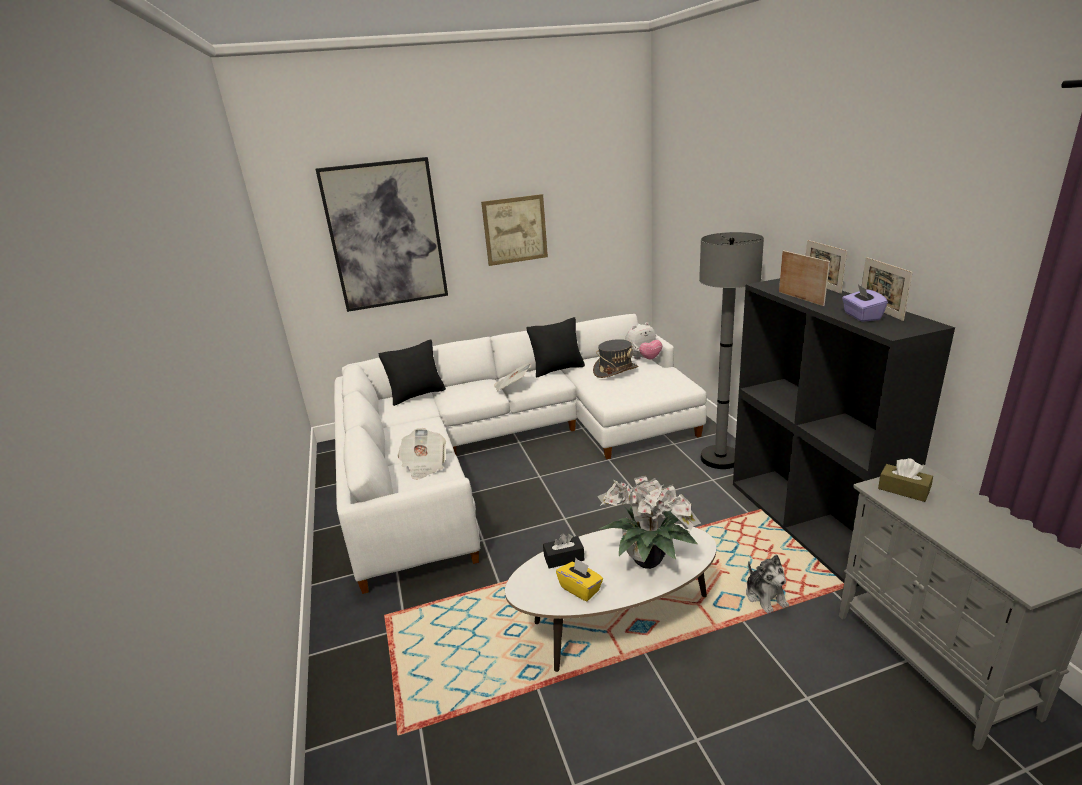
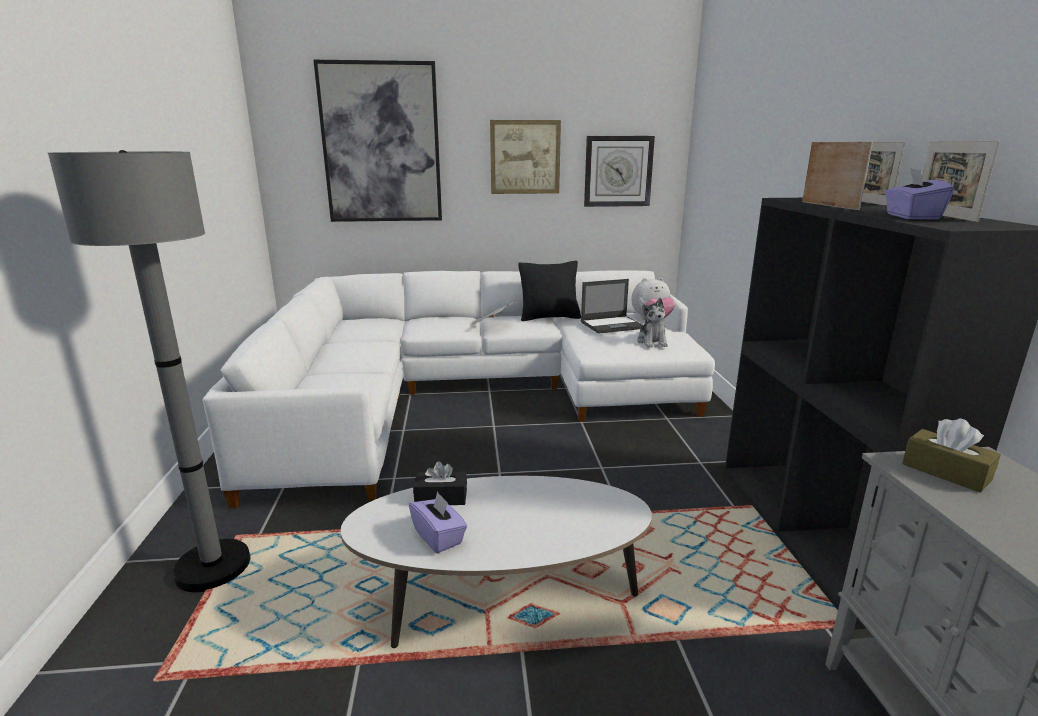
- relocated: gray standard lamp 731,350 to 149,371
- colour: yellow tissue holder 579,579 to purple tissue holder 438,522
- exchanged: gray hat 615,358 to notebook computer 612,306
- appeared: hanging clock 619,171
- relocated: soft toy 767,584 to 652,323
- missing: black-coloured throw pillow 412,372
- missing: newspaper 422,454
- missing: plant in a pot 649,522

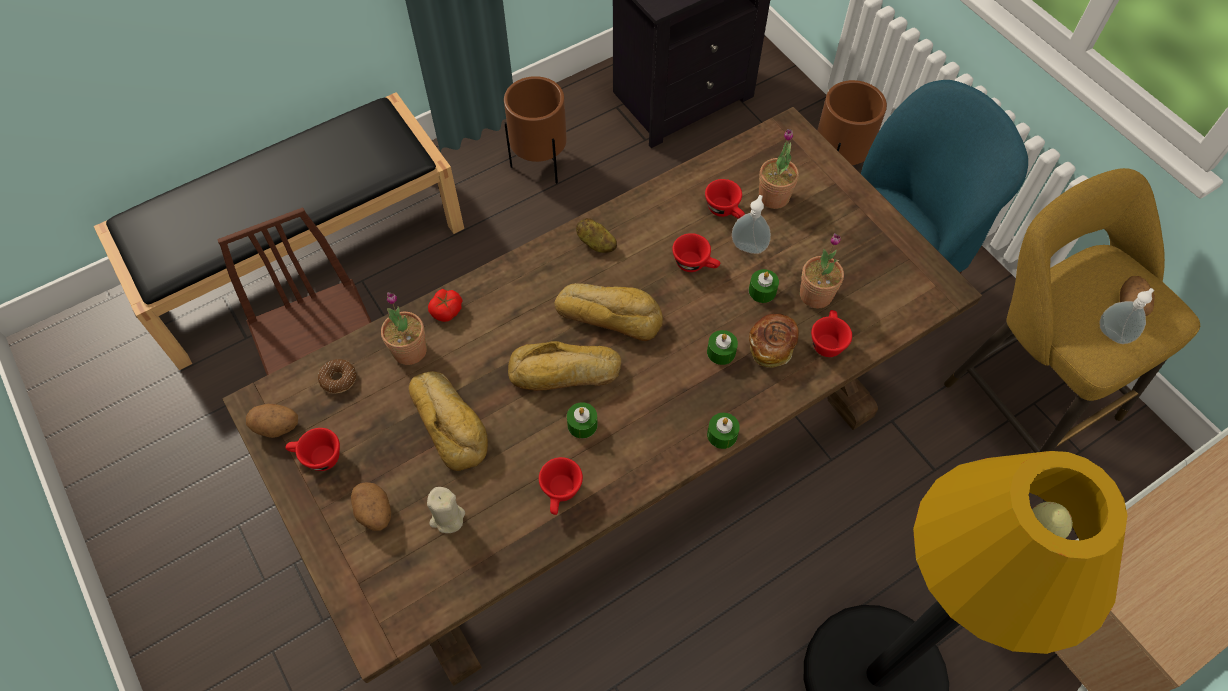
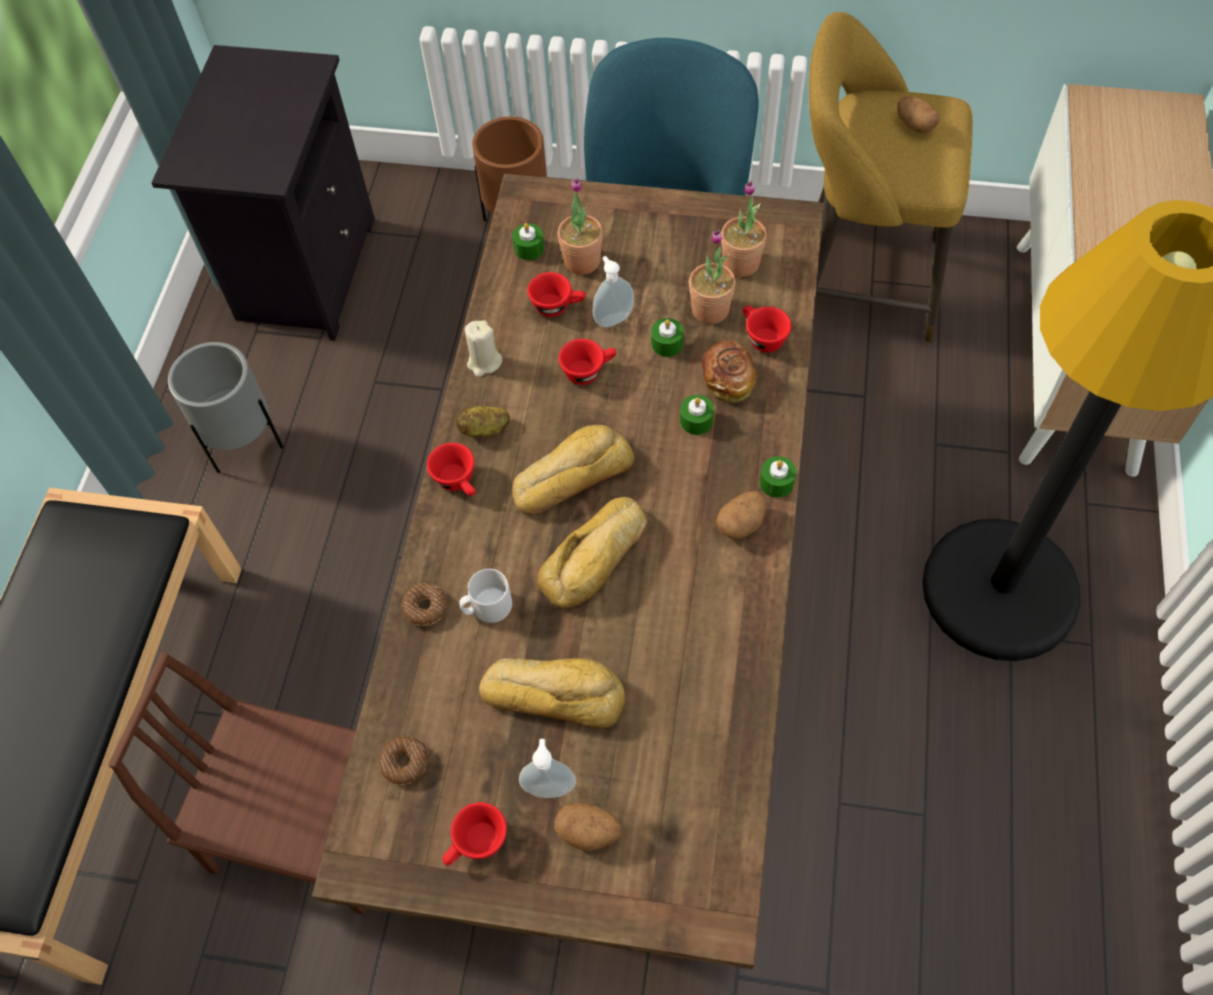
- colour: brownish flower pot 535,130 to gray flower pot 226,407
- exchanged: fresh tomato 445,305 to donut 425,604
- relocated: red-coloured small cup 561,486 to 451,469
- appeared: gray coffee mug 485,596
- relocated: sand-coloured wax candle 446,510 to 483,348
- relocated: greenish wax candle 582,420 to 528,241
- relocated: soap bottle 1127,316 to 547,768
- relocated: potato 272,421 to 741,515
- relocated: plant in a pot 404,328 to 744,229

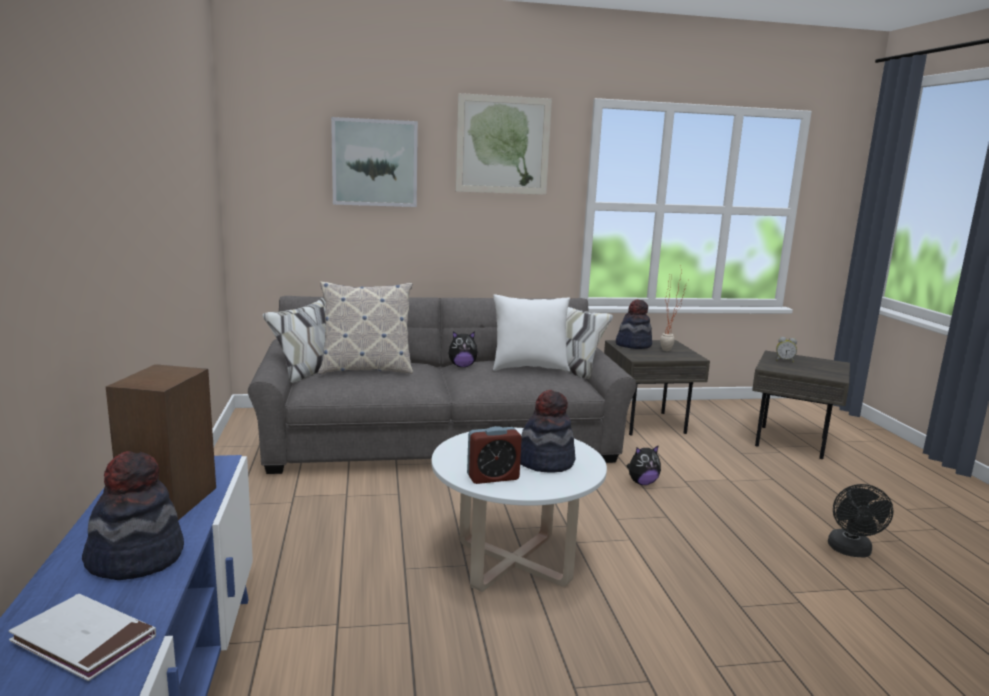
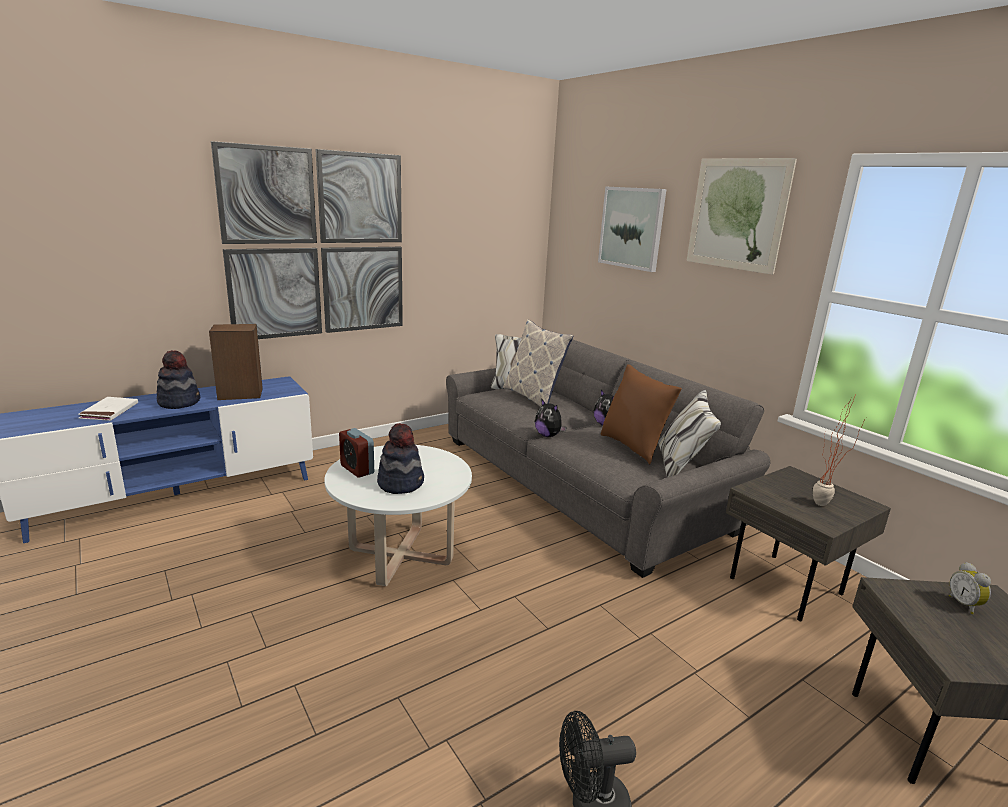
- appeared: picture 307,240
- relocated: soft toy 643,465 to 551,417
- colour: white-coloured throw pillow 531,333 to brownish throw pillow 641,414
- missing: hat 634,324

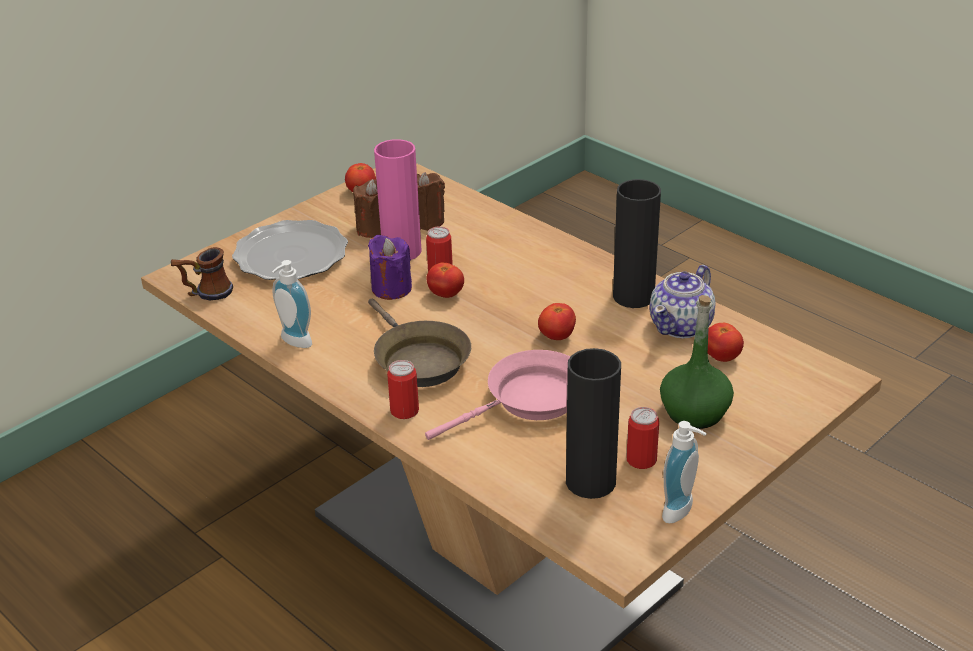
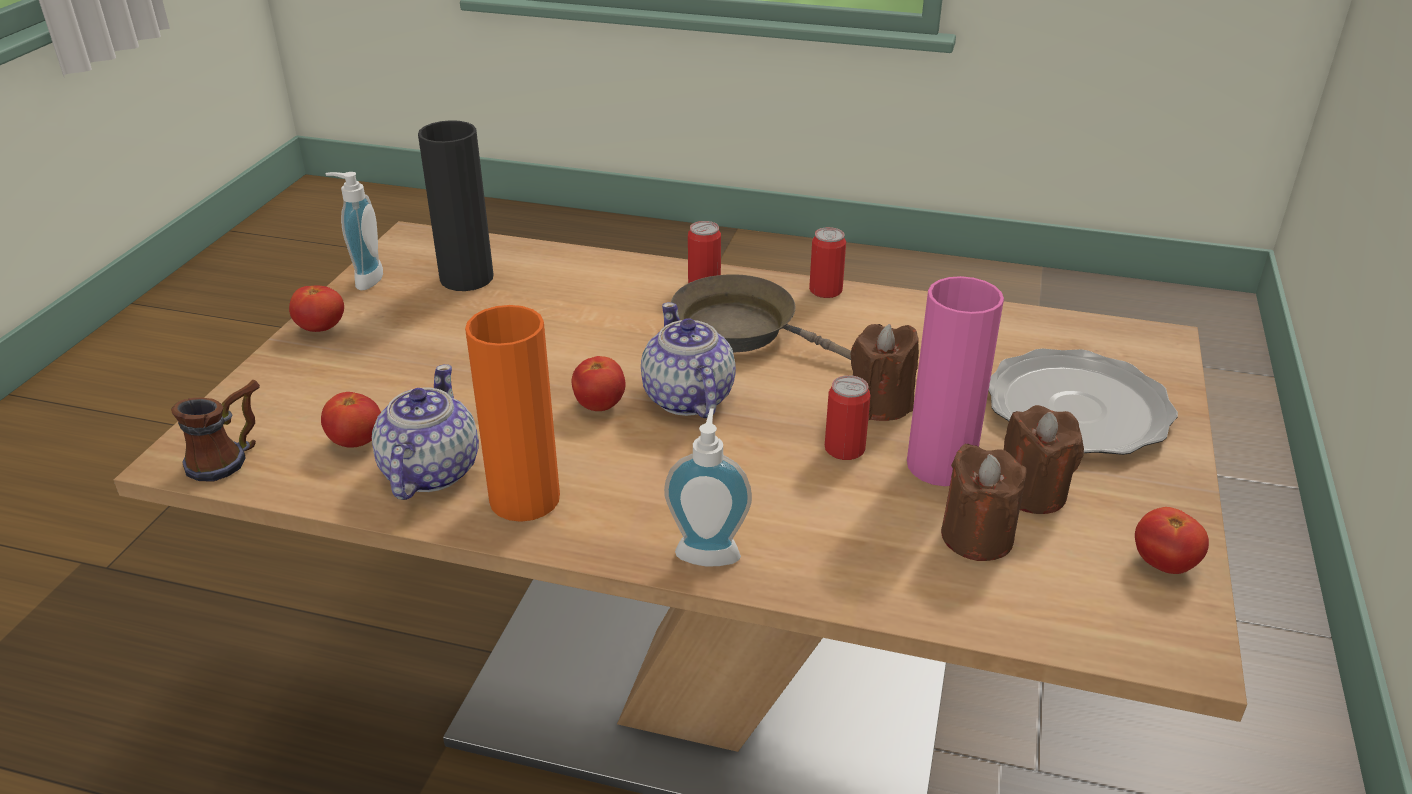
- relocated: coffee mug 202,273 to 215,430
- relocated: fresh tomato 445,280 to 316,308
- colour: black-coloured vase 637,243 to orange vase 512,413
- appeared: teapot 688,360
- relocated: soap bottle 292,304 to 708,487
- relocated: metal can 642,438 to 827,262
- colour: purple wax candle 390,267 to brownish wax candle 884,372
- missing: pinkish pan 497,395
- missing: greenish drink bottle 697,362

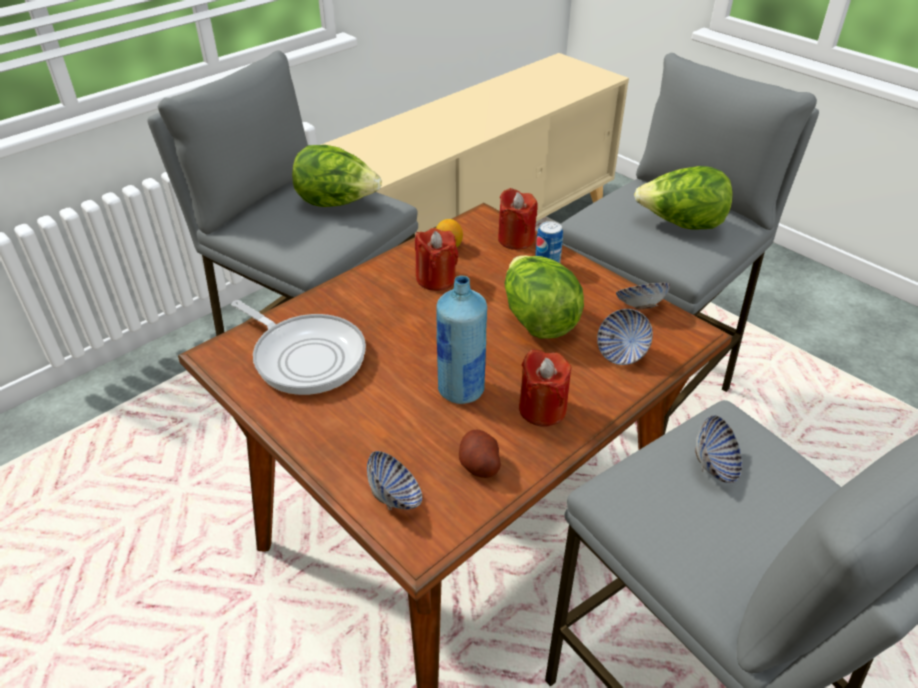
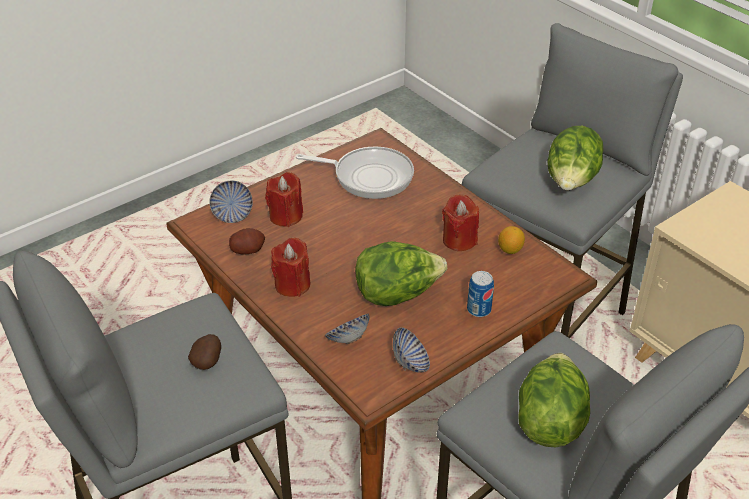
- exchanged: serving bowl 718,449 to potato 204,352
- relocated: red-coloured wax candle 518,219 to 284,199
- spun: pan 298,347 = 355,173 120 degrees counterclockwise
- missing: bluish drink bottle 461,340

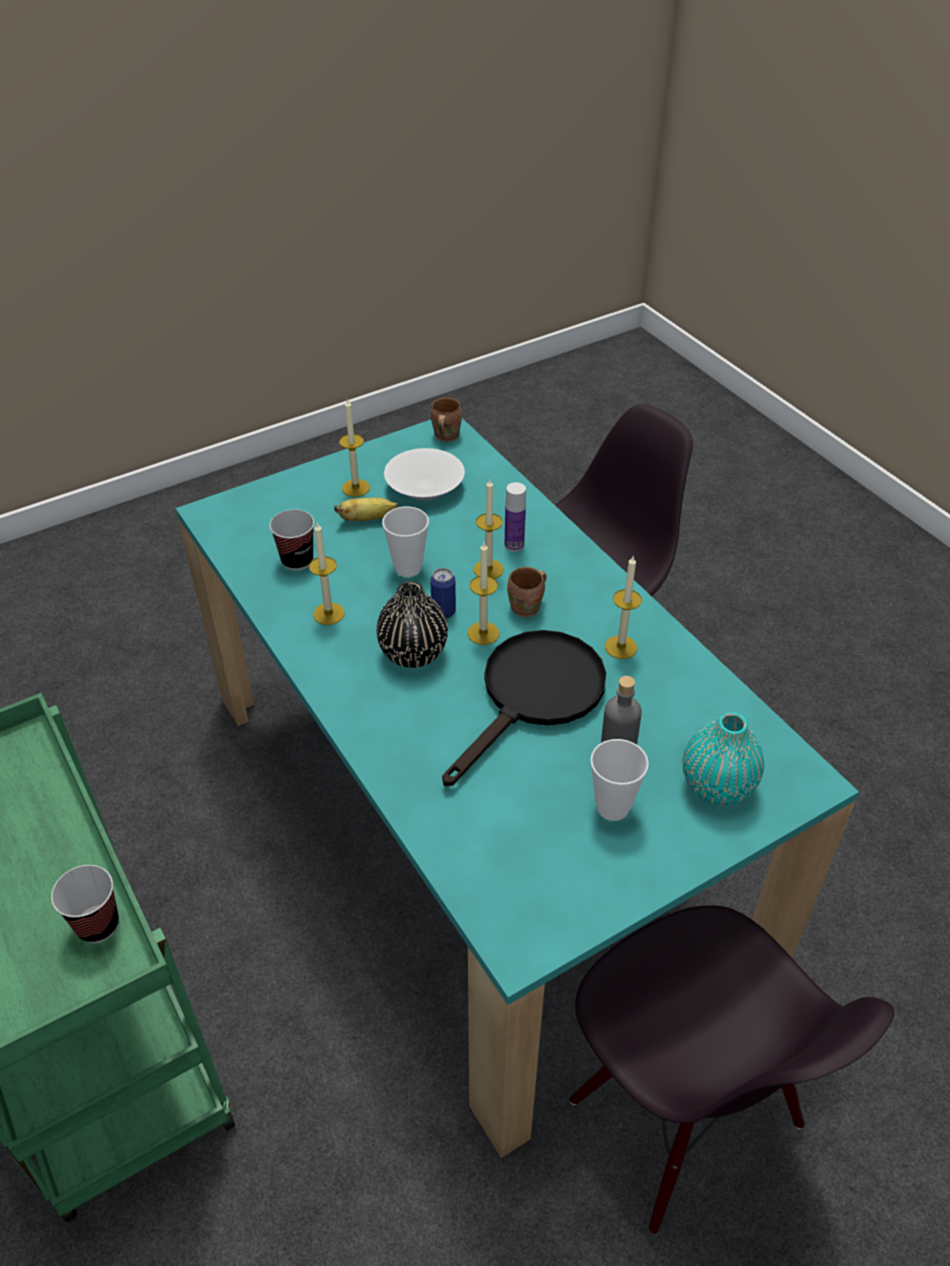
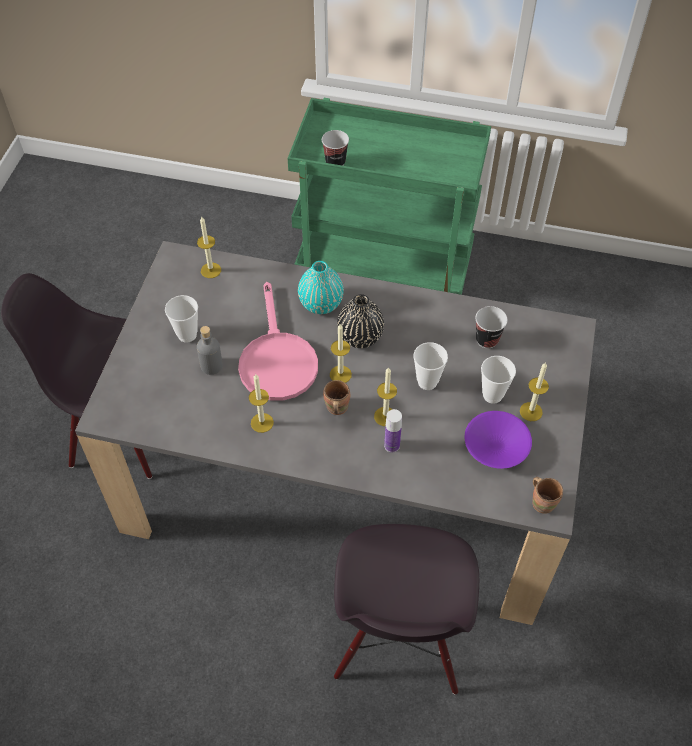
- colour: blue-green kitchen table 517,788 to gray kitchen table 335,433
- relocated: wax candle 327,574 to 209,247
- colour: black-coloured pan 524,708 to pinkish pan 278,341
- relocated: blue-green vase 723,758 to 321,287
- colour: white-coloured serving bowl 424,474 to purple serving bowl 498,440
- exchanged: banana 366,509 to small cup 498,380
- missing: metal can 443,593

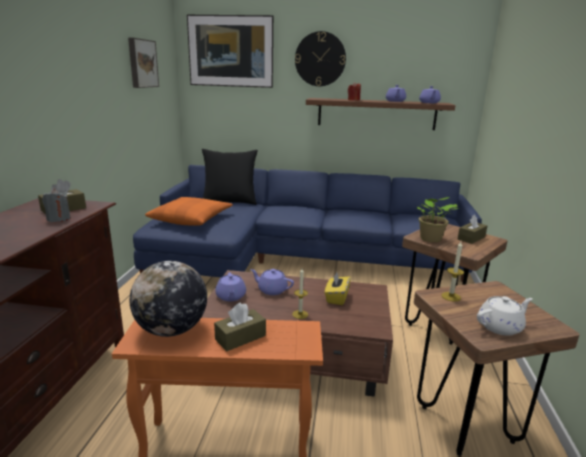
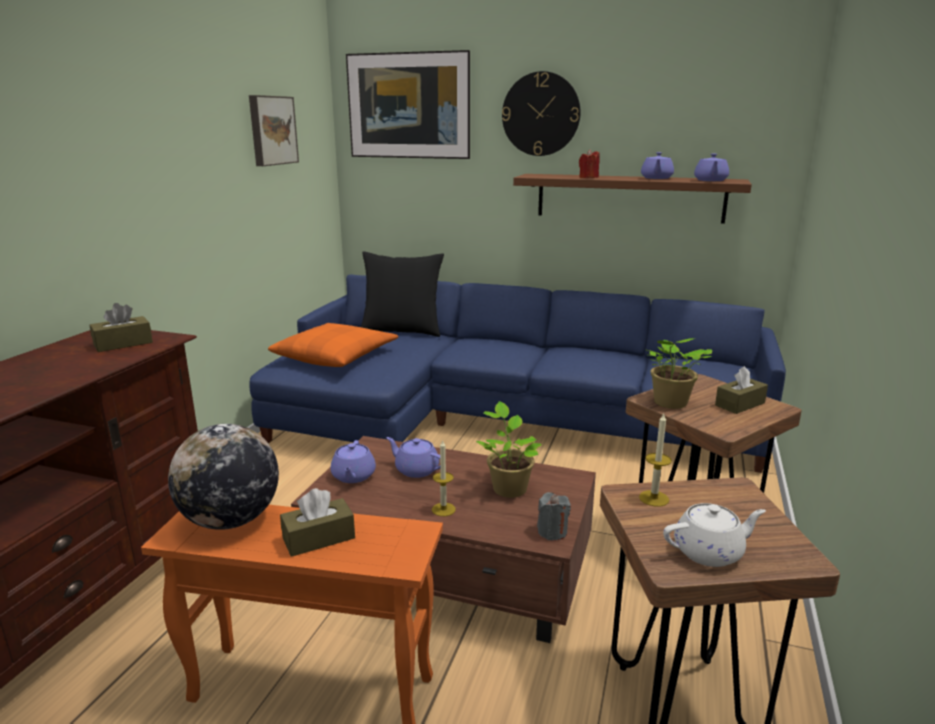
- exchanged: yellow tissue holder 338,288 to plant in a pot 509,449
- relocated: gray wax candle 56,205 to 554,516

